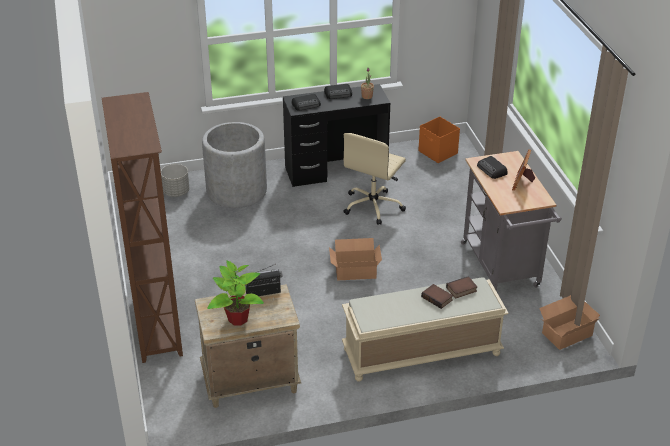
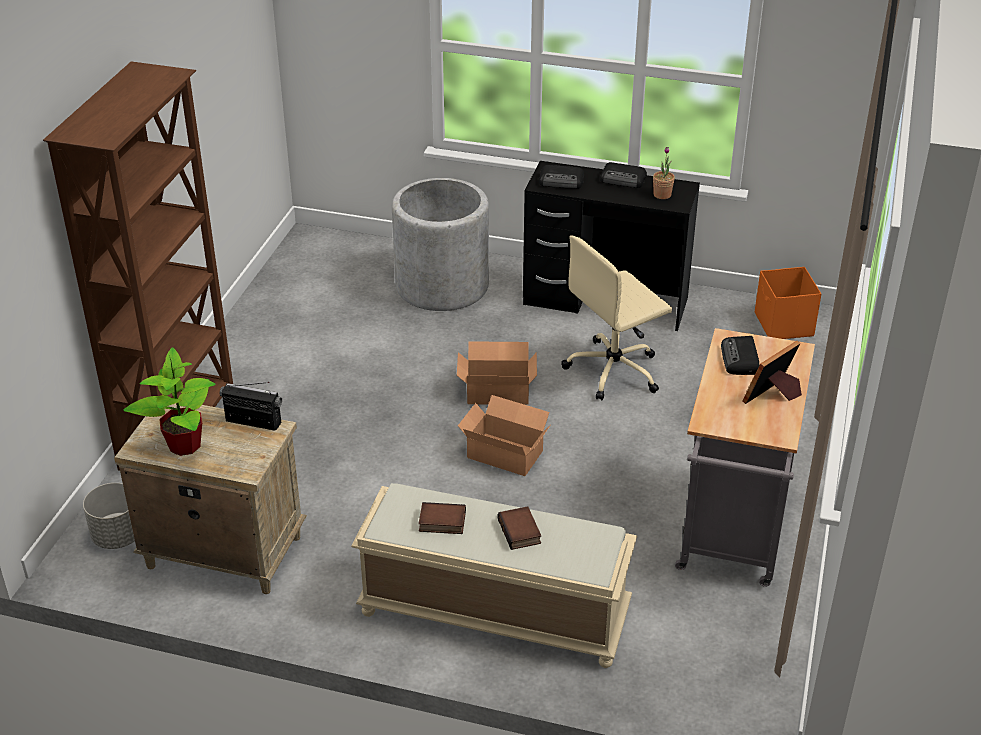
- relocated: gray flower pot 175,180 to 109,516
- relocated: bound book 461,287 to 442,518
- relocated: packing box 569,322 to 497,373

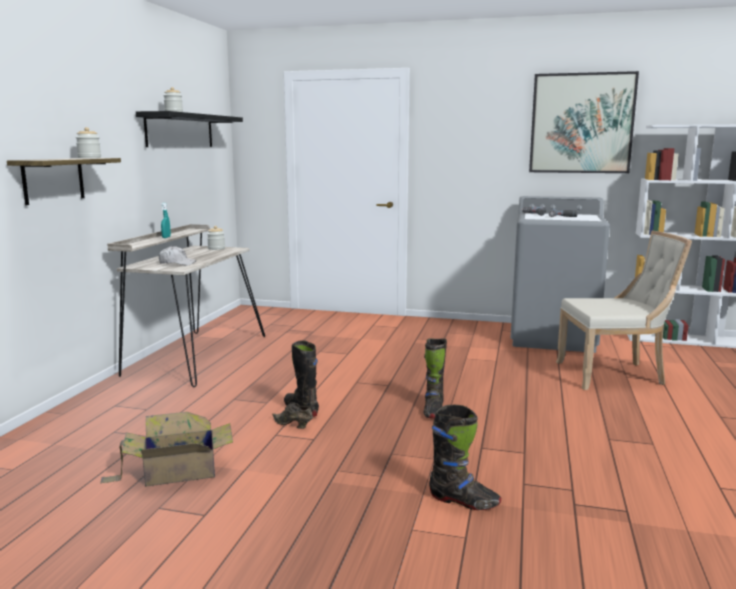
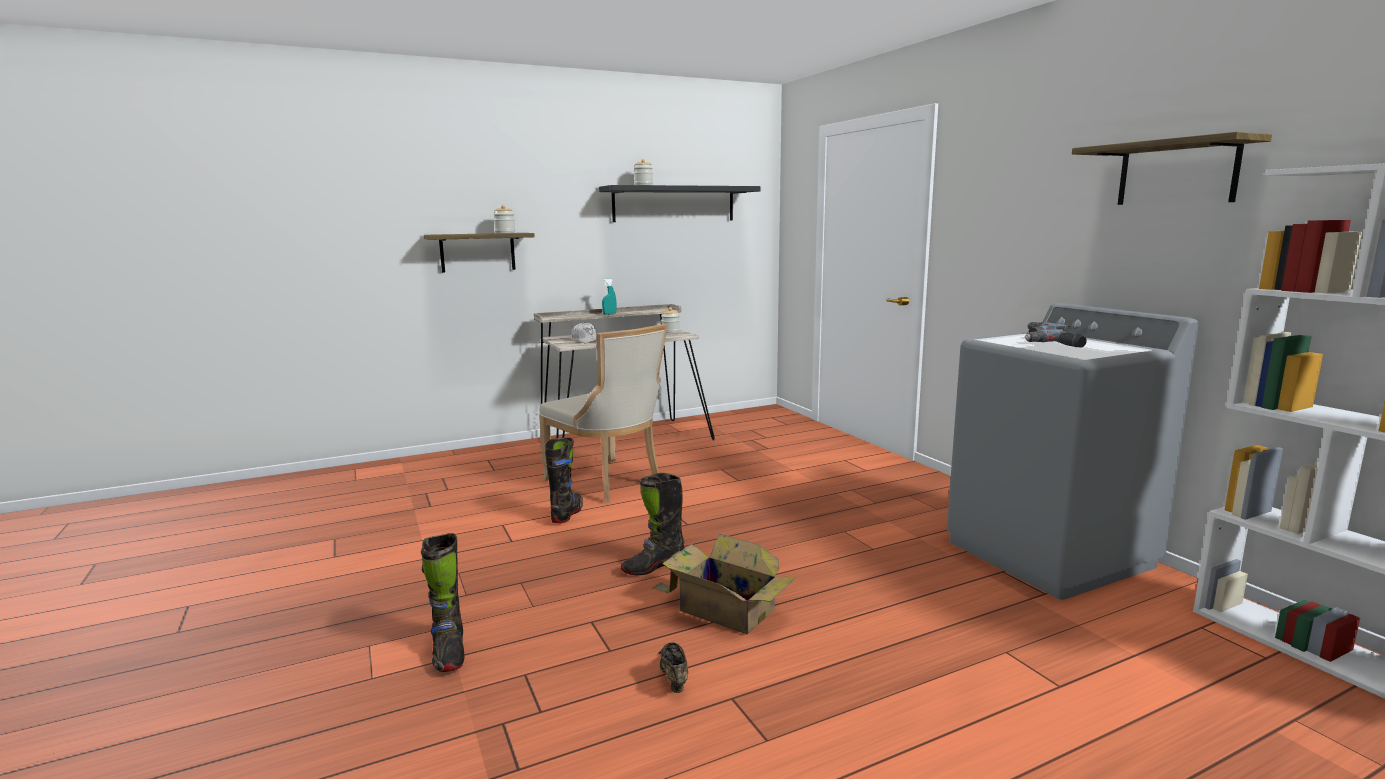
- relocated: sand-coloured plain chair 624,310 to 603,413
- relocated: packing box 166,449 to 724,584
- relocated: brownish item of footwear 292,415 to 673,667
- exchanged: picture 584,122 to bracket shelf 1172,168

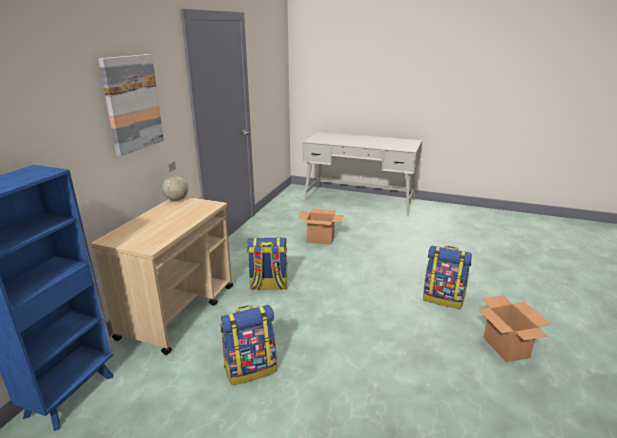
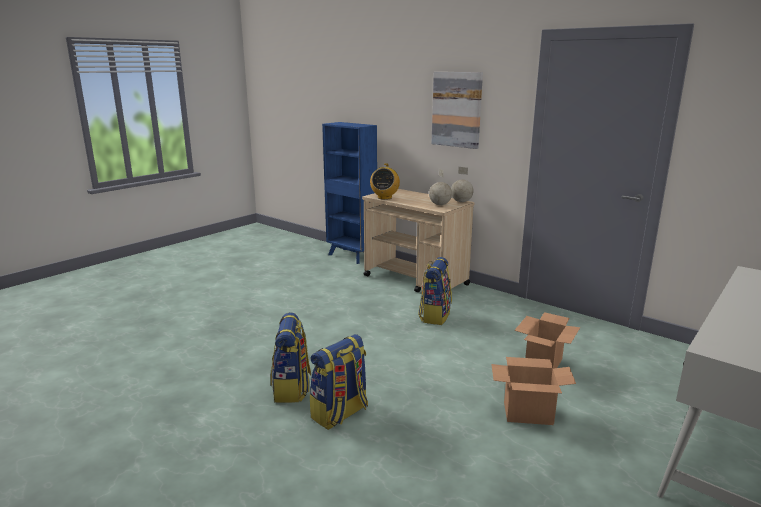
- relocated: knapsack 248,345 to 291,358
- appeared: radio 385,181
- appeared: desk globe 440,187
- relocated: packing box 514,328 to 533,391

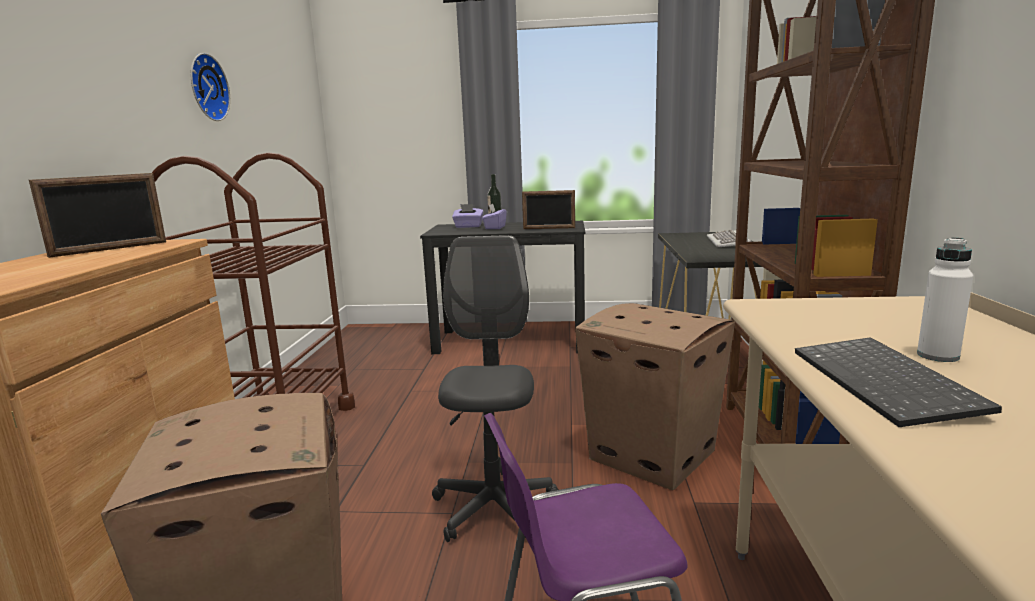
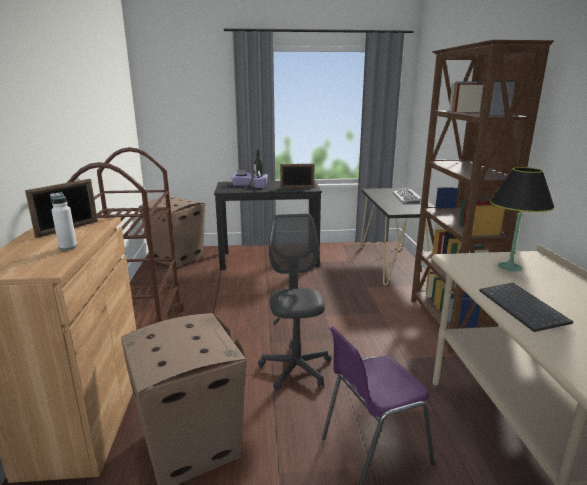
- relocated: white-coloured drink bottle 945,299 to 63,221
- relocated: packing box 655,396 to 172,232
- appeared: black-coloured table lamp 522,219
- missing: hanging clock 210,87

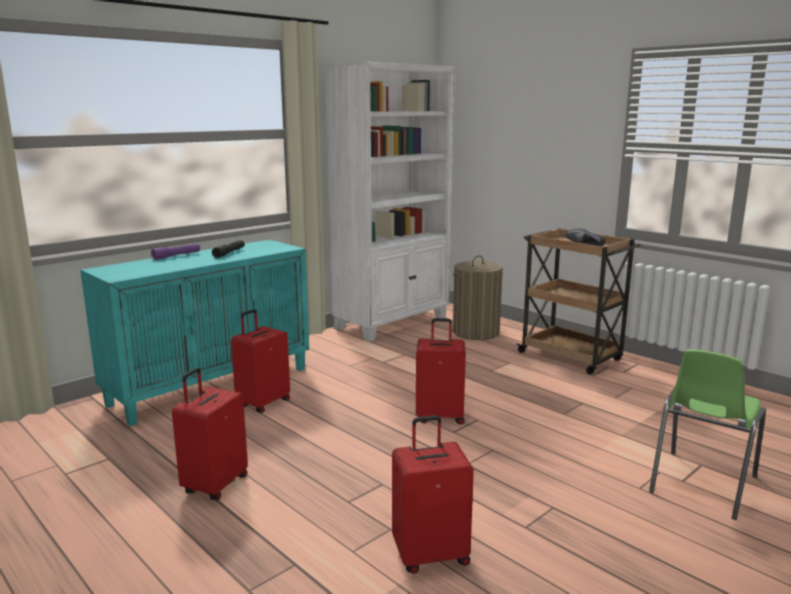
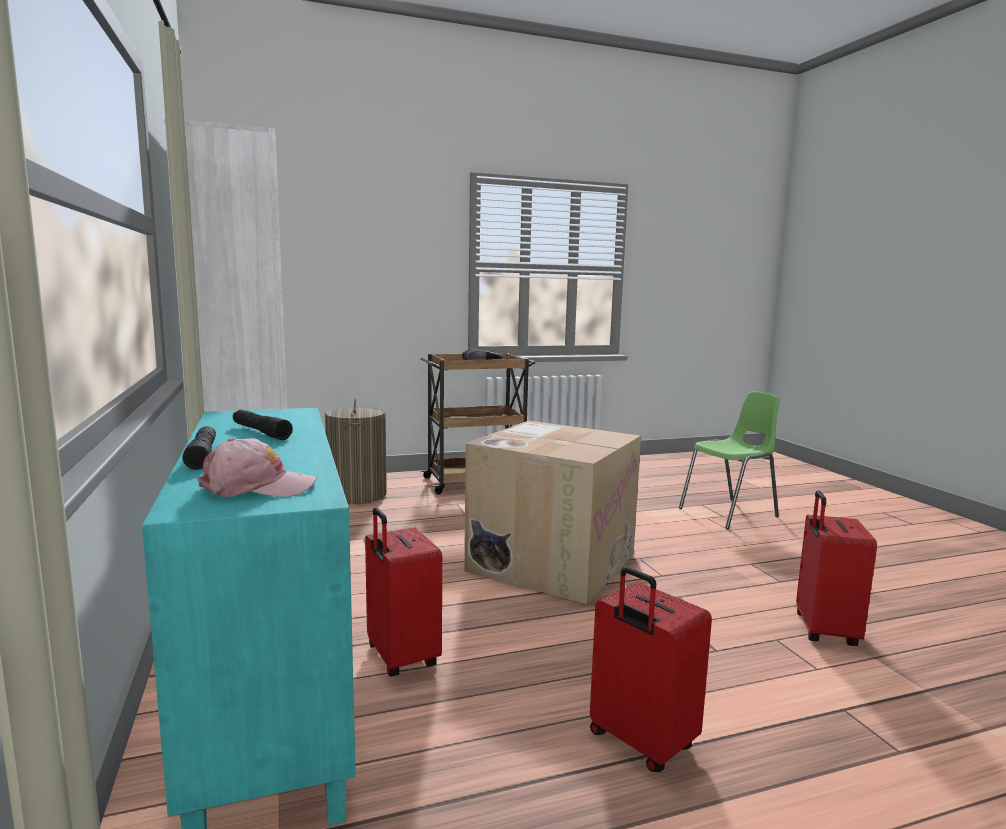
- colour: purple torch 175,252 to black-coloured torch 199,448
- appeared: pinkish cap 257,467
- exchanged: red-coloured suitcase 441,371 to packing box 552,512
- spun: greenish plain chair 707,434 = 729,460 90 degrees counterclockwise

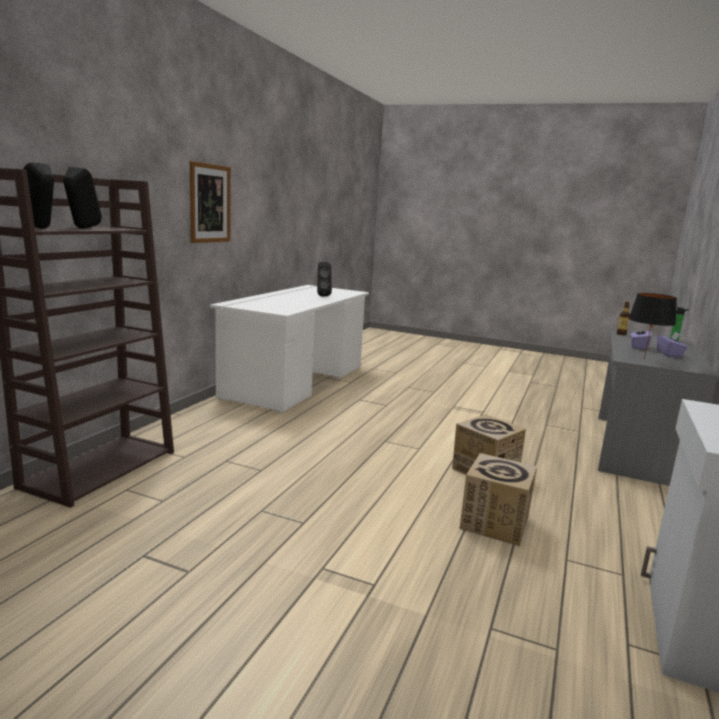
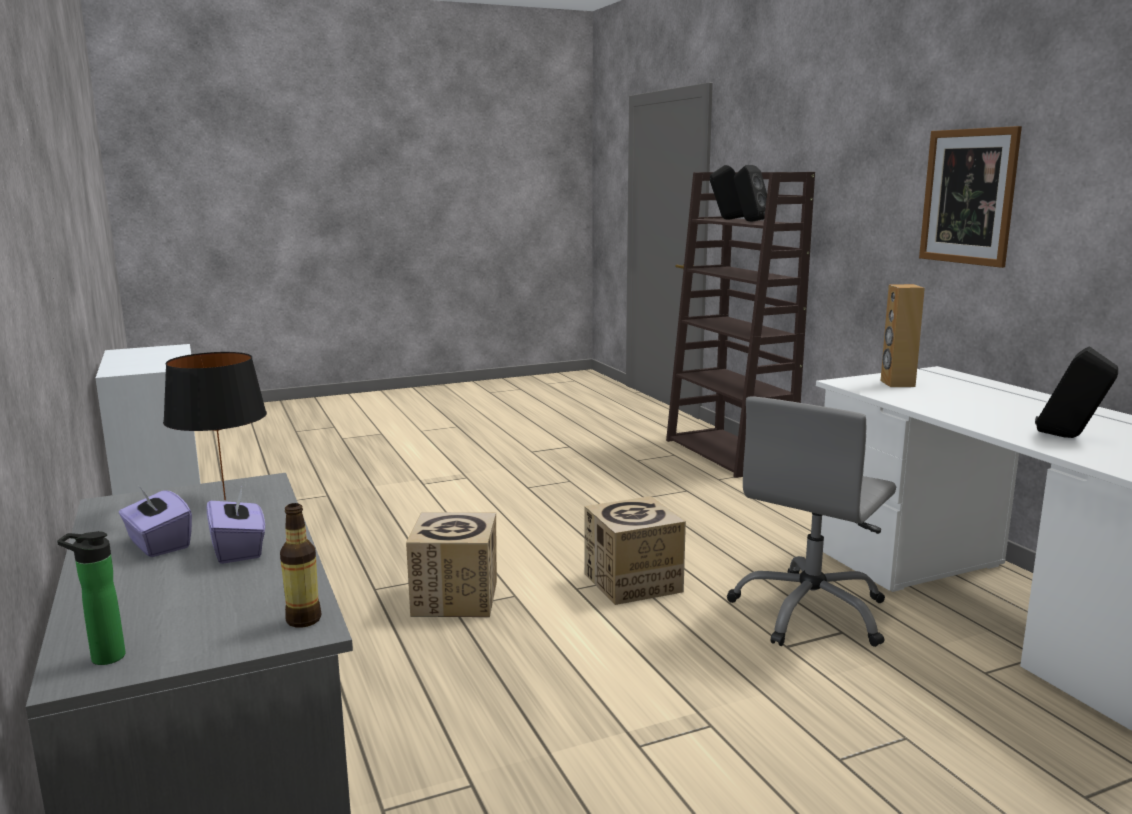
- relocated: packing box 498,499 to 635,550
- appeared: gray office chair 811,521
- appeared: brownish speaker 903,335

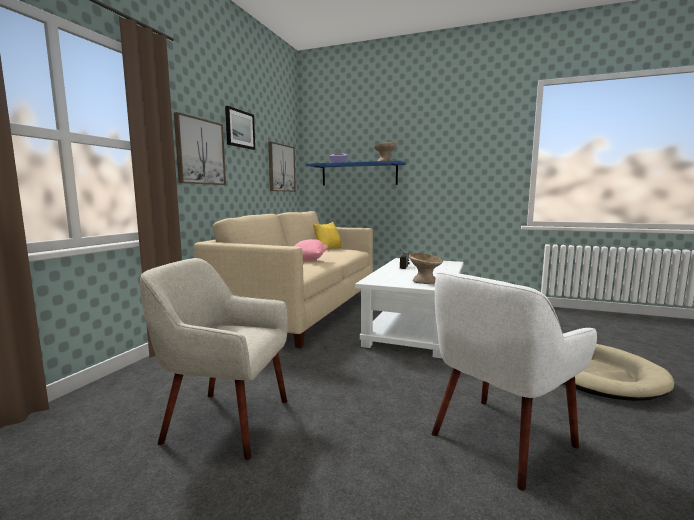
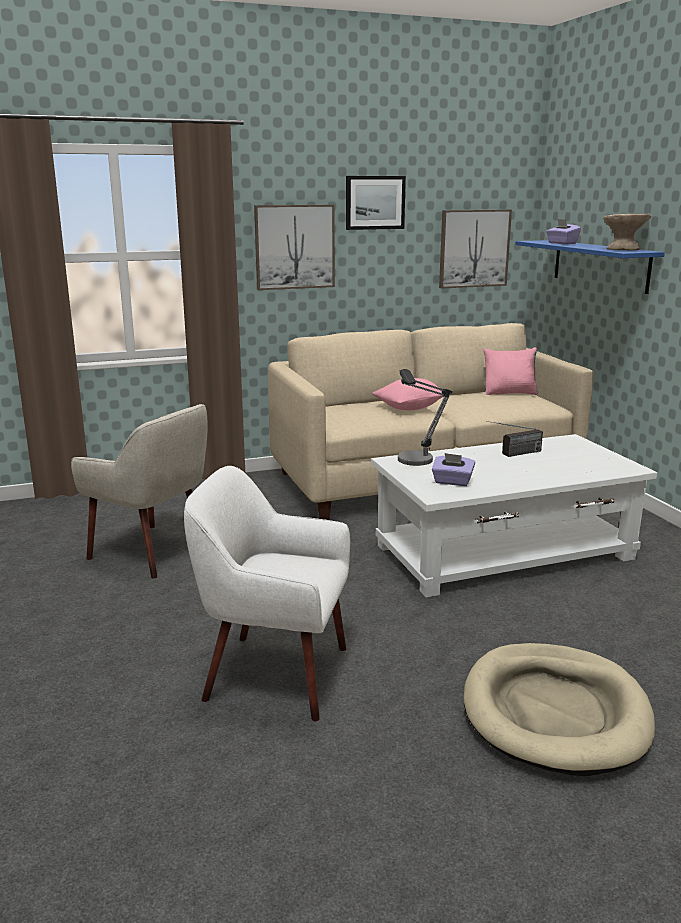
- spun: sand-coloured easy chair 214,359 = 139,491 150 degrees clockwise
- appeared: table lamp 425,417
- exchanged: sand-coloured serving bowl 426,268 to purple tissue holder 453,469
- colour: yellow throw pillow 327,236 to pinkish throw pillow 511,371

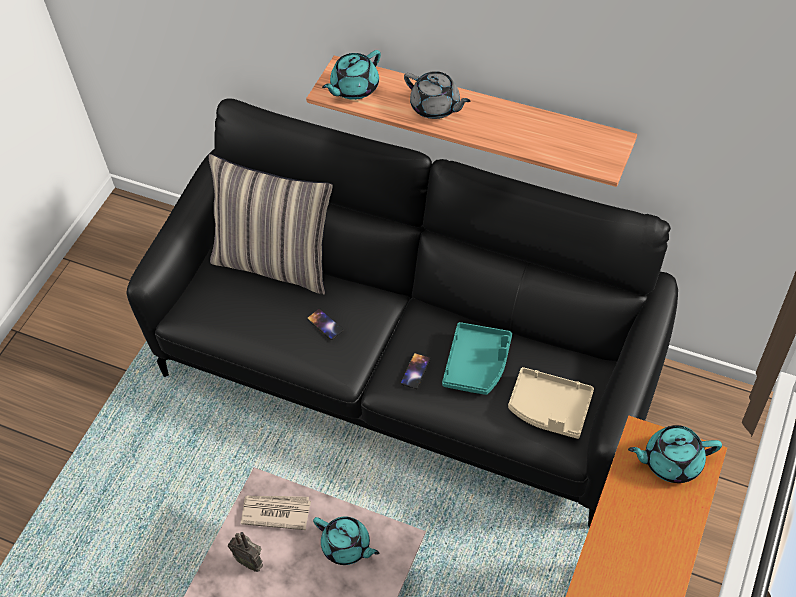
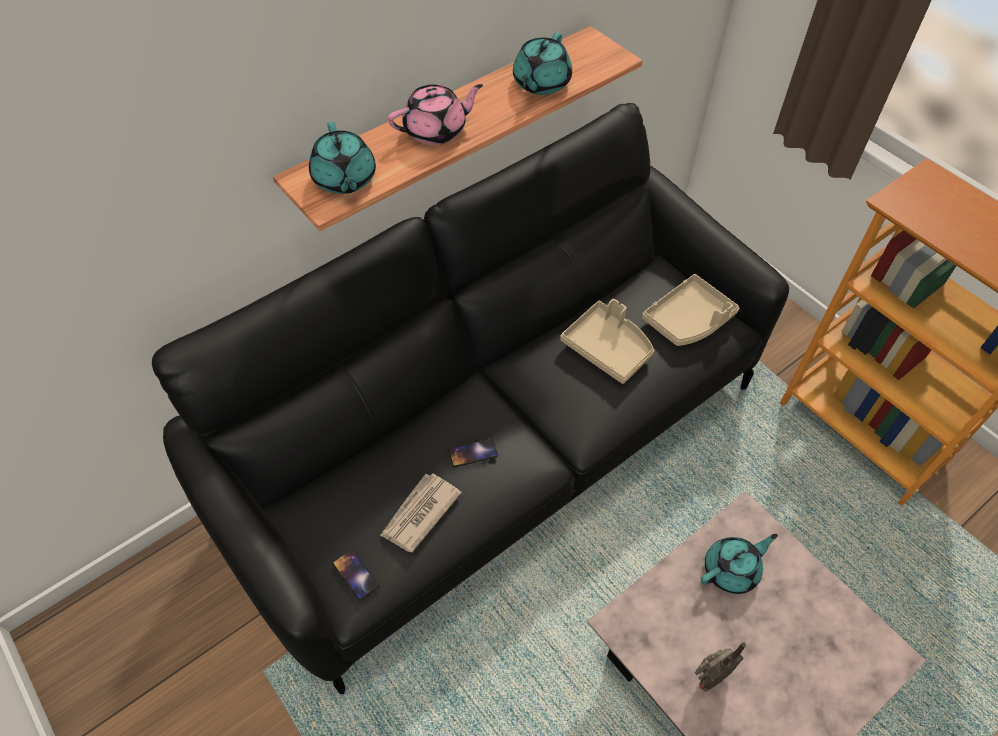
- relocated: handset 415,371 to 355,574
- relocated: newspaper 276,513 to 421,513
- colour: gray teapot 437,95 to pinkish teapot 435,114
- relocated: blue-green teapot 675,454 to 542,63
- colour: blue-green serving tray 477,358 to sand-coloured serving tray 607,341
- missing: throw pillow 271,224

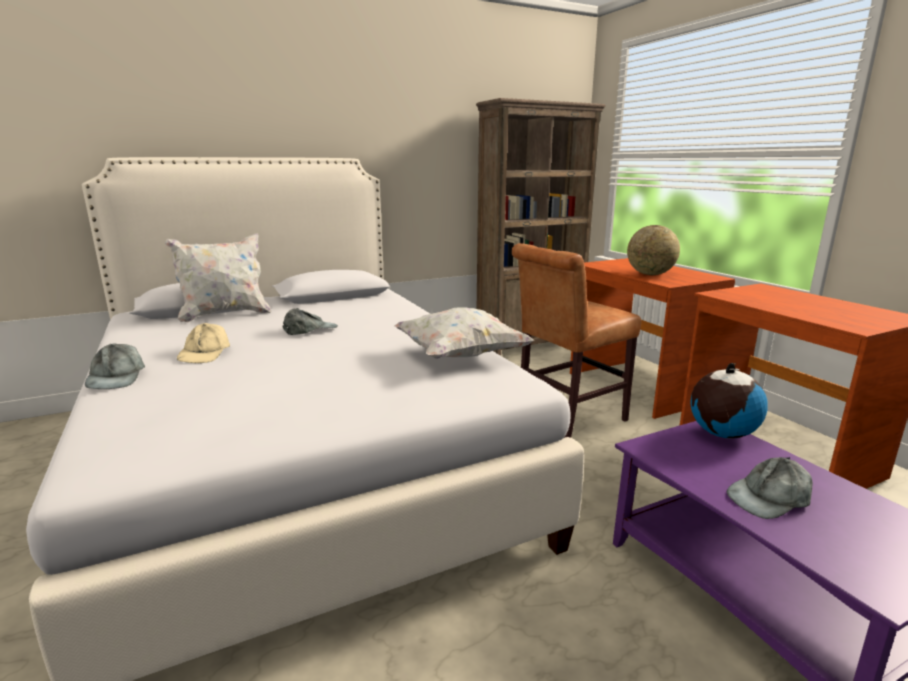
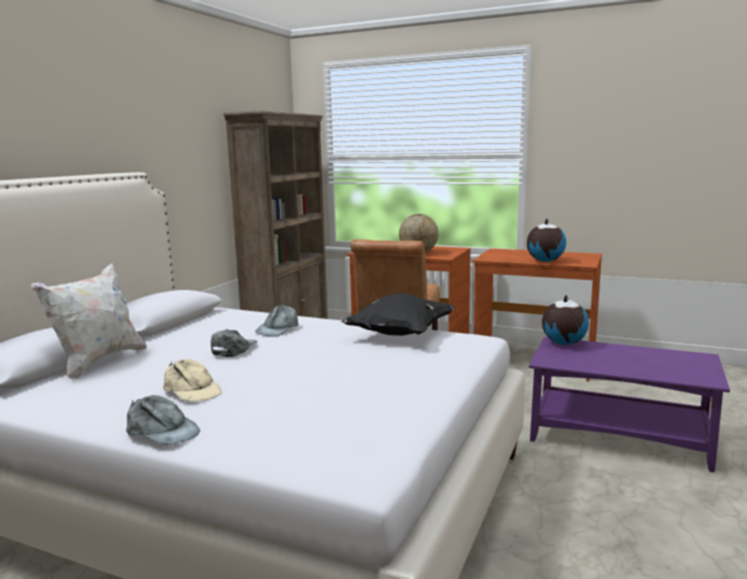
- relocated: gray cap 770,488 to 276,321
- colour: white-coloured throw pillow 464,333 to black-coloured throw pillow 398,314
- appeared: desk globe 546,240

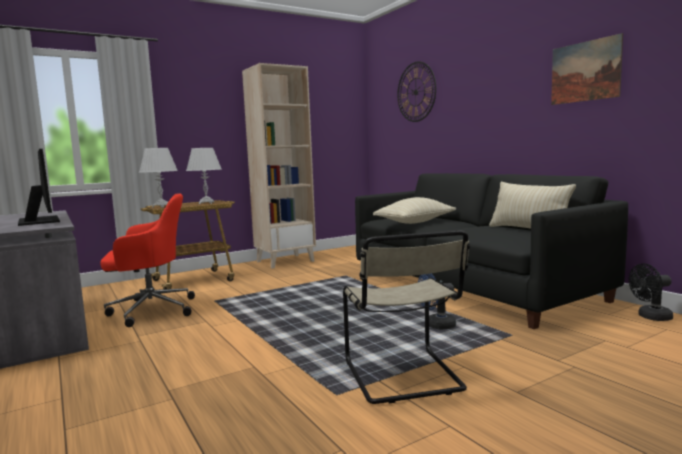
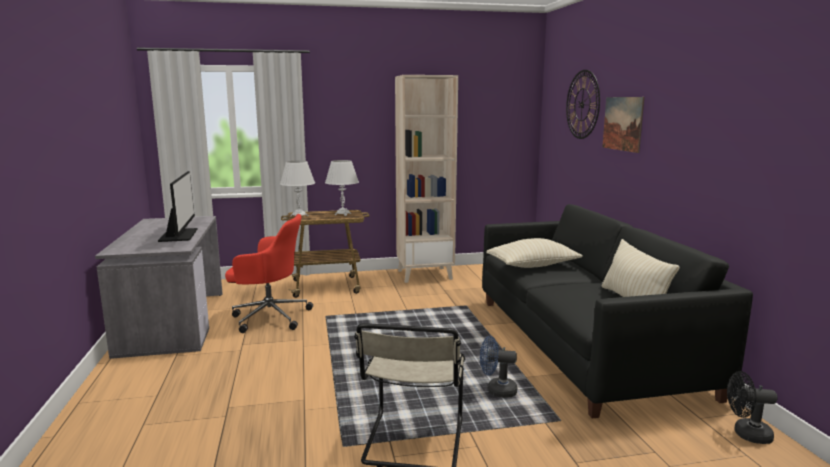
- relocated: picture 587,69 to 623,125

